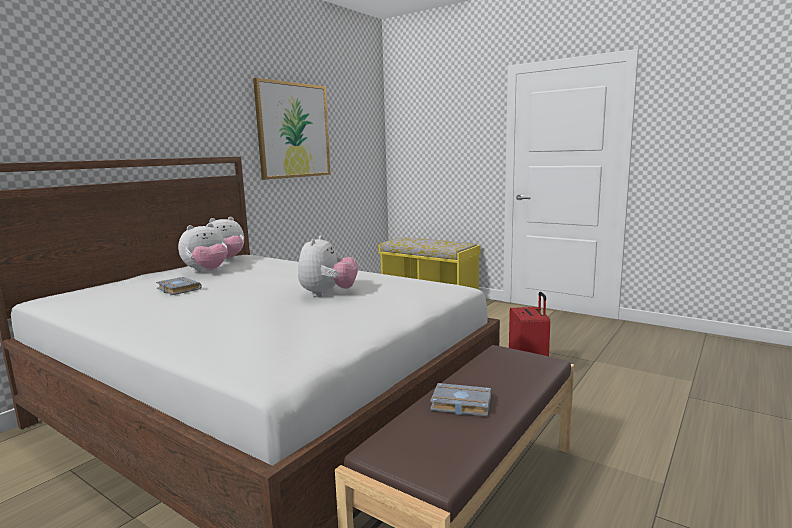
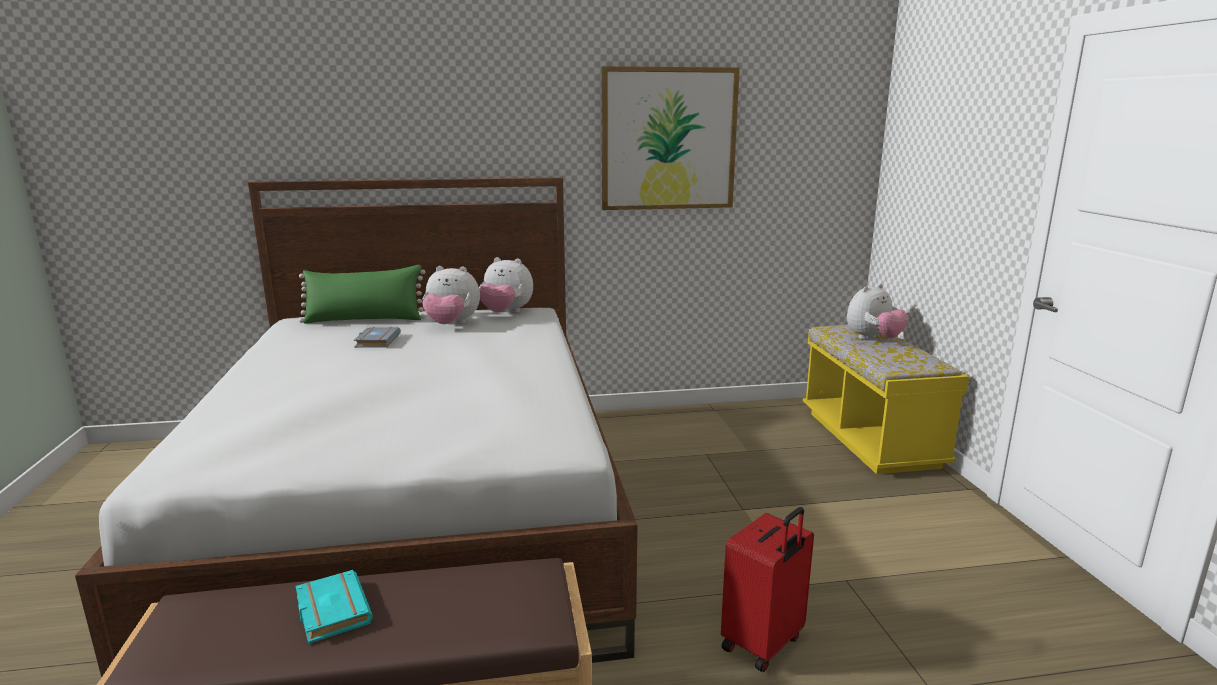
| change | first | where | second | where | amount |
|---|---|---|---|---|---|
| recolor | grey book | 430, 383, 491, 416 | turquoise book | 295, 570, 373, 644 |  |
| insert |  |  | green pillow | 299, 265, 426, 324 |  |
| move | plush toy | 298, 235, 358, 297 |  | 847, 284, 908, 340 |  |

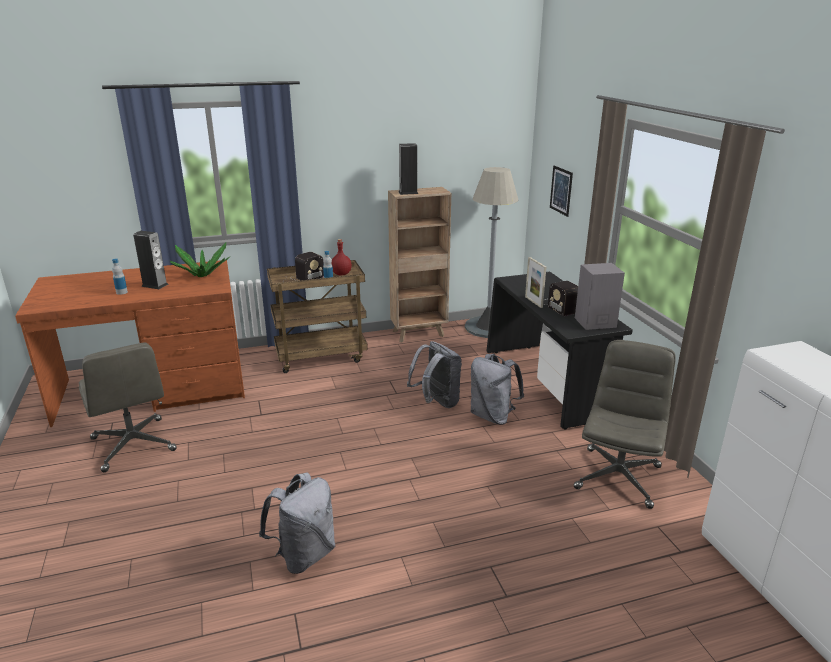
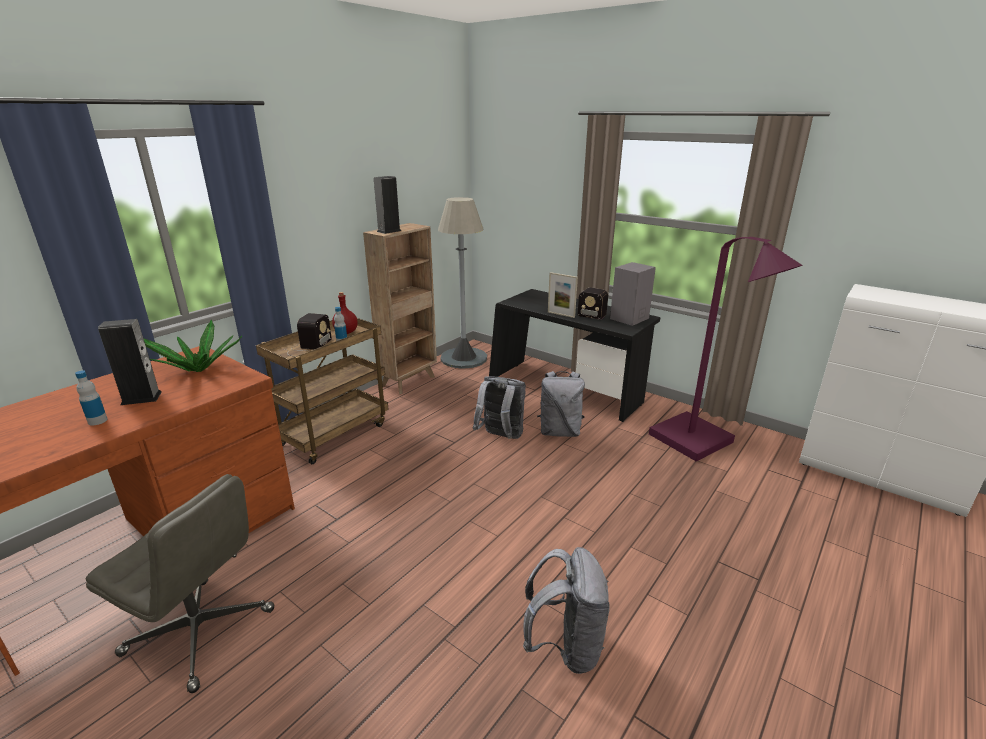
| change | first | where | second | where | amount |
|---|---|---|---|---|---|
| replace | grey office chair | 574, 340, 676, 509 | purple floor lamp | 649, 237, 803, 462 |  |
| delete | picture | 550, 165, 573, 217 |  |  |  |

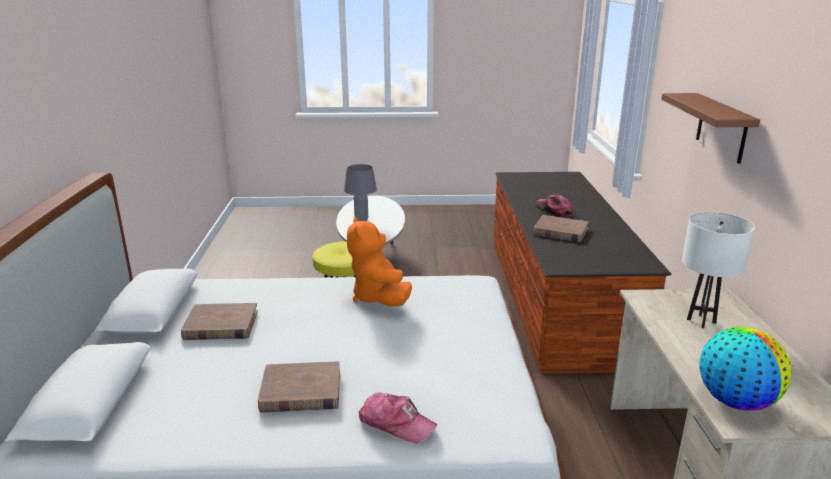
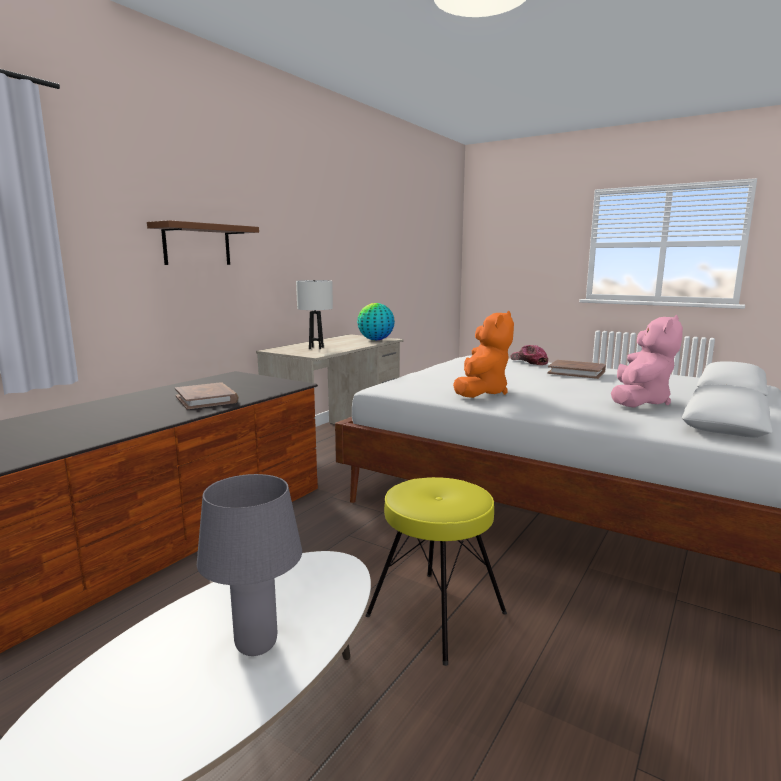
| change | first | where | second | where | amount |
|---|---|---|---|---|---|
| replace | brown book | 181, 303, 258, 340 | pink plush toy | 611, 315, 683, 408 |  |
| delete | cap | 536, 195, 573, 218 |  |  |  |

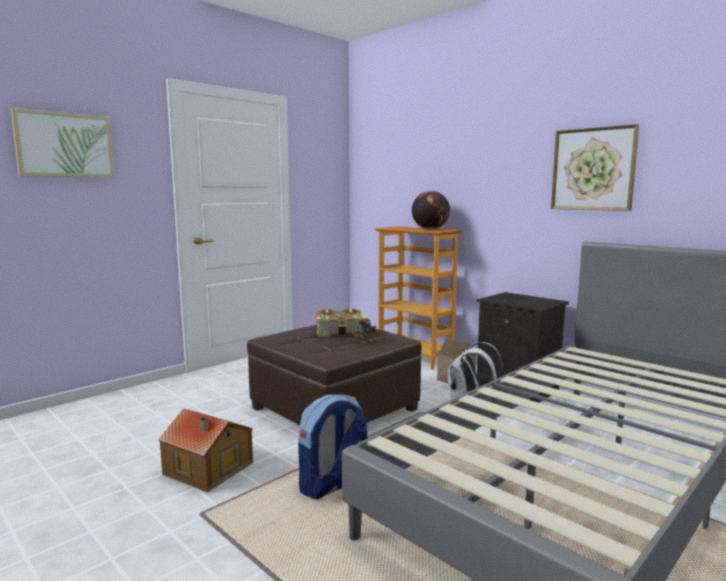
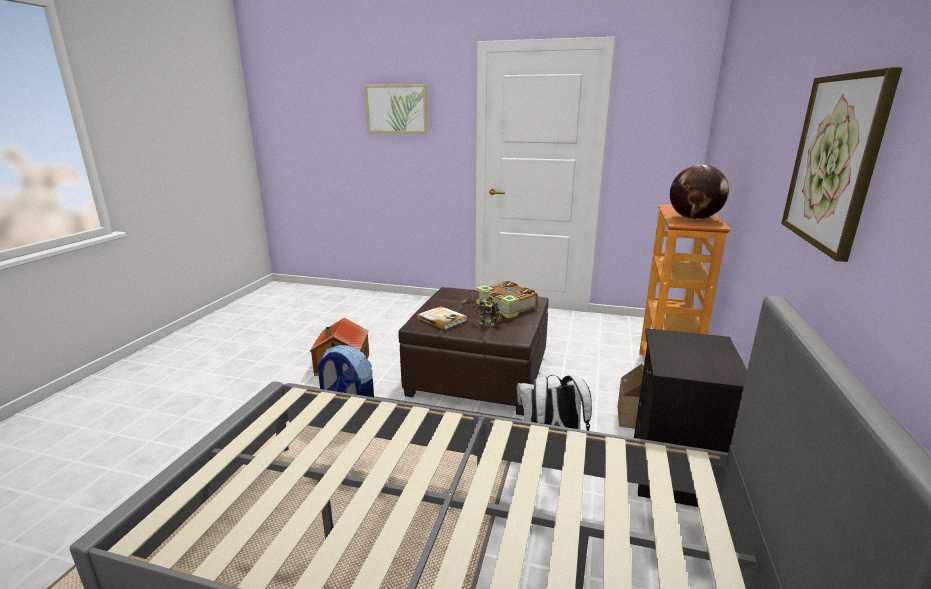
| change | first | where | second | where | amount |
|---|---|---|---|---|---|
| insert |  |  | book | 417, 306, 467, 330 |  |

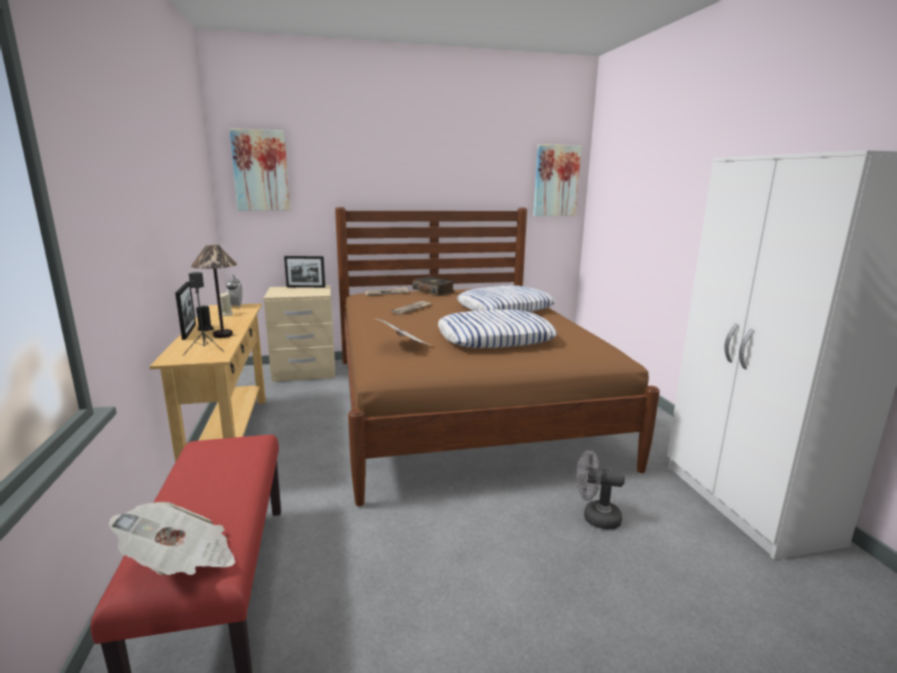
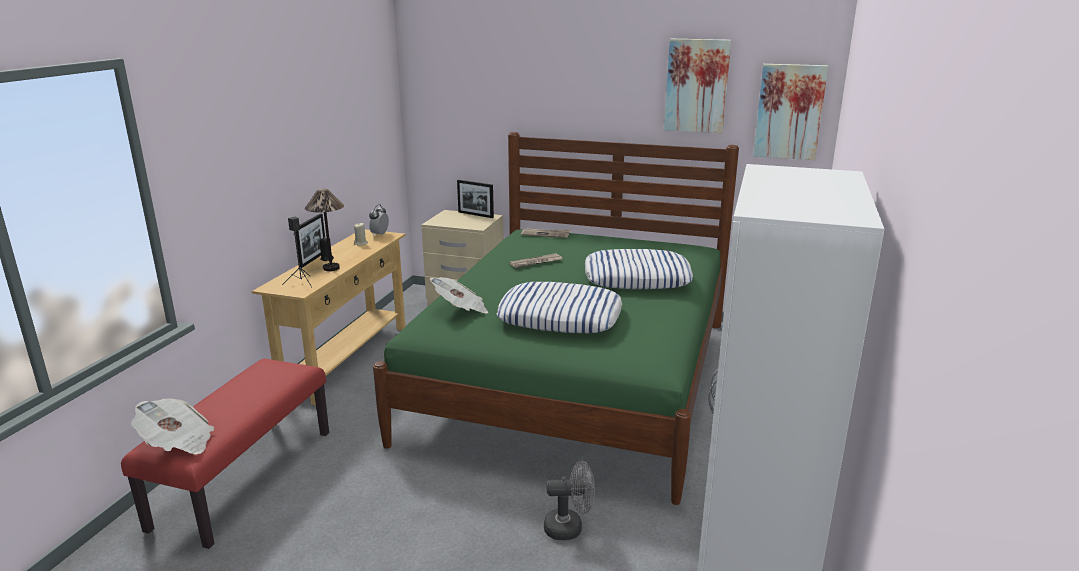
| change | first | where | second | where | amount |
|---|---|---|---|---|---|
| recolor | brown bed | 335, 207, 660, 506 | green bed | 373, 132, 739, 505 |  |
| rotate | grey fan | 576, 450, 625, 530 |  | 544, 461, 595, 540 | 135 degrees clockwise |
| move | picture | 229, 129, 290, 211 |  | 664, 39, 731, 133 |  |
| delete | book | 412, 276, 455, 296 |  |  |  |

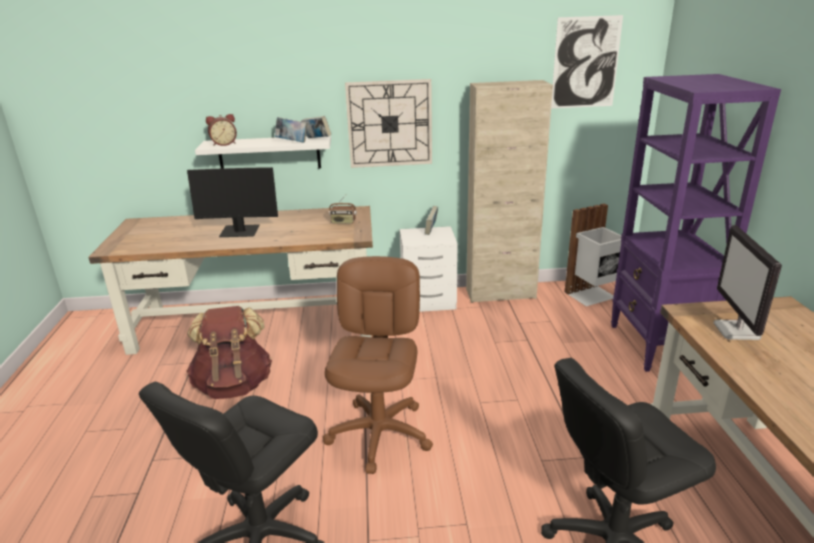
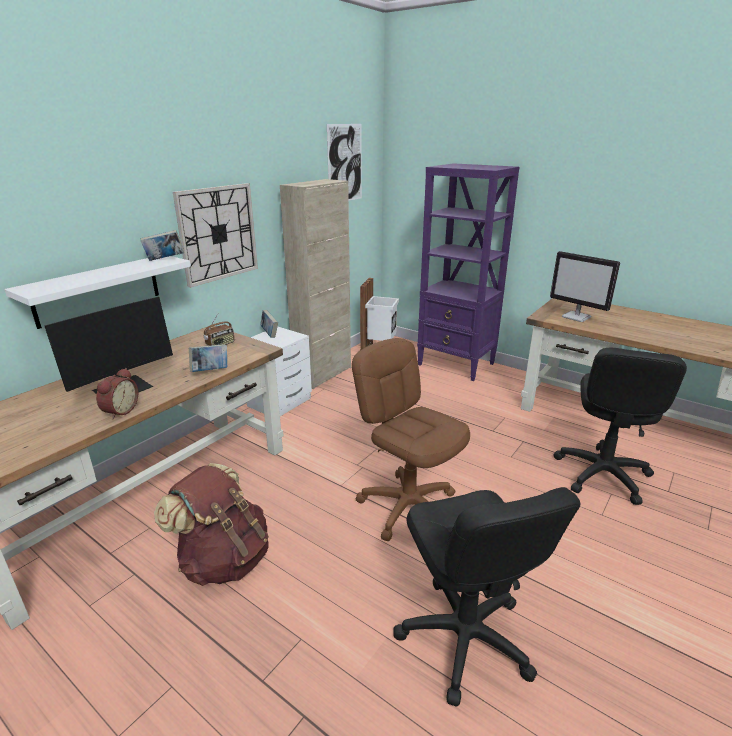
| change | first | where | second | where | amount |
|---|---|---|---|---|---|
| move | alarm clock | 206, 114, 237, 146 |  | 96, 368, 138, 419 |  |
| move | book | 275, 117, 307, 143 |  | 189, 344, 227, 372 |  |

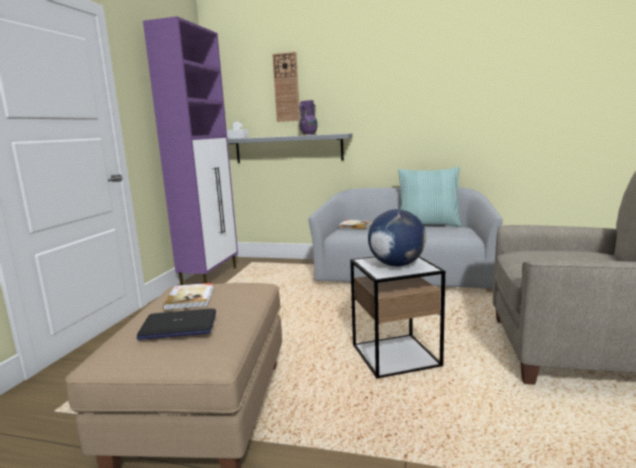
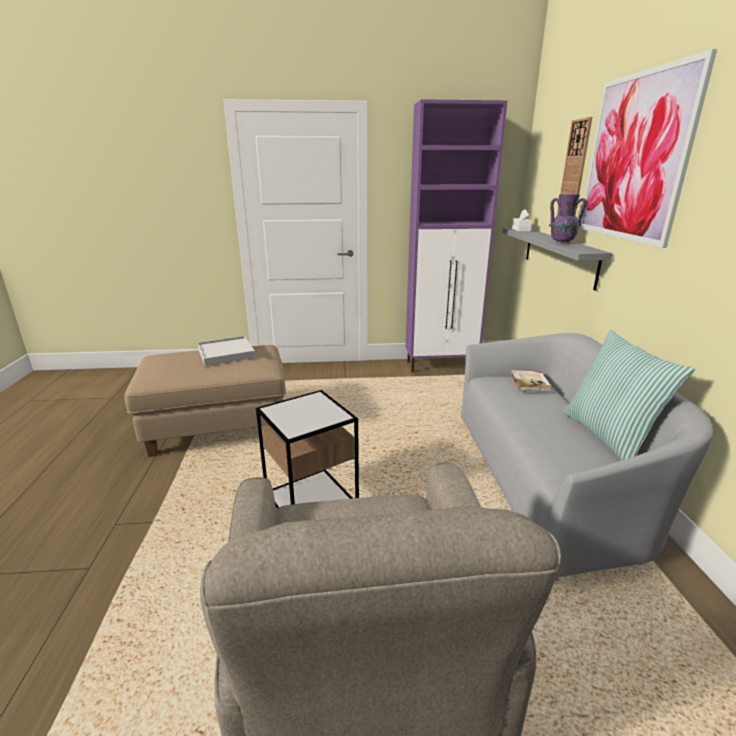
| change | first | where | second | where | amount |
|---|---|---|---|---|---|
| replace | book | 163, 283, 214, 311 | white tray | 197, 336, 255, 366 |  |
| insert |  |  | picture | 579, 49, 717, 248 |  |
| delete | laptop | 136, 309, 216, 340 |  |  |  |
| delete | globe | 368, 209, 426, 267 |  |  |  |

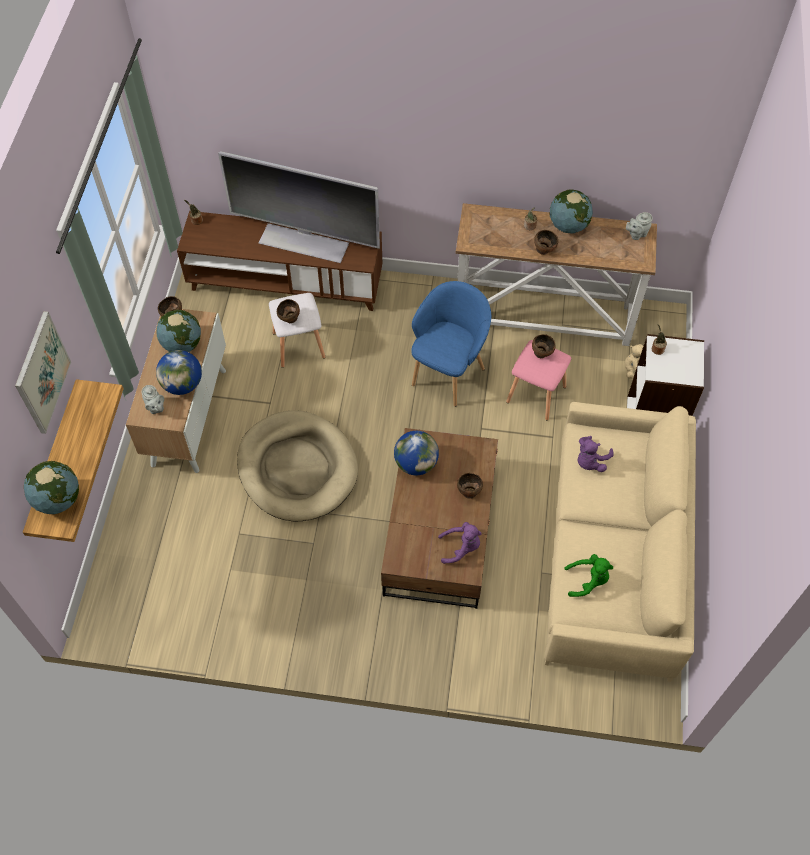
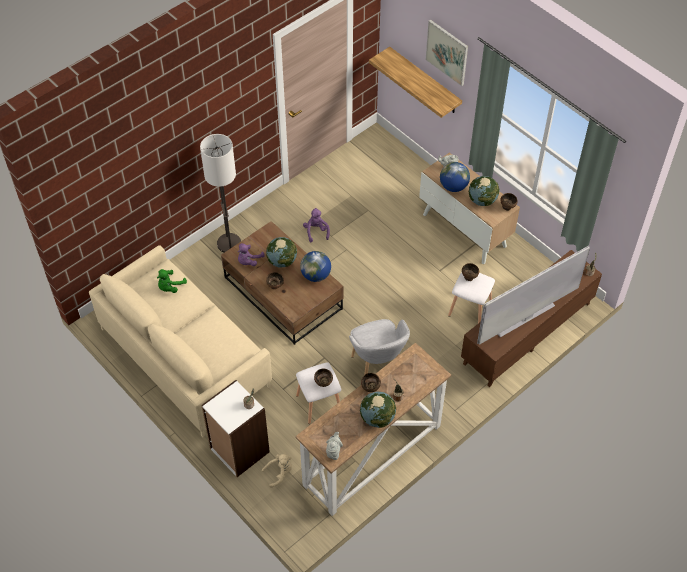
| change | first | where | second | where | amount |
|---|---|---|---|---|---|
| insert |  |  | floor lamp | 200, 134, 241, 253 |  |
| move | globe | 24, 461, 79, 514 |  | 266, 237, 297, 268 |  |
| recolor | pink stool | 506, 340, 571, 421 | white stool | 296, 362, 341, 424 |  |
| move | purple plush toy | 578, 436, 614, 472 |  | 303, 208, 330, 242 |  |
| recolor | blue armchair | 411, 281, 491, 407 | grey armchair | 349, 319, 410, 375 |  |
| delete | beige dog bed | 237, 410, 358, 521 |  |  |  |

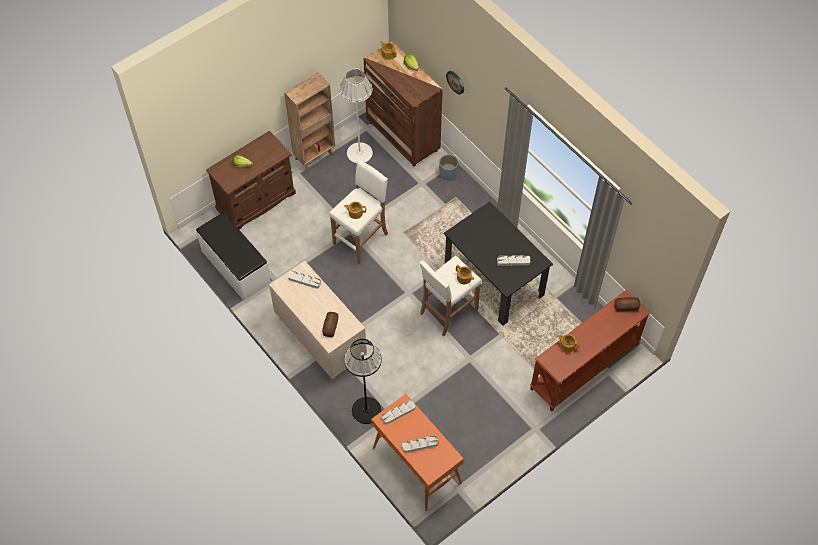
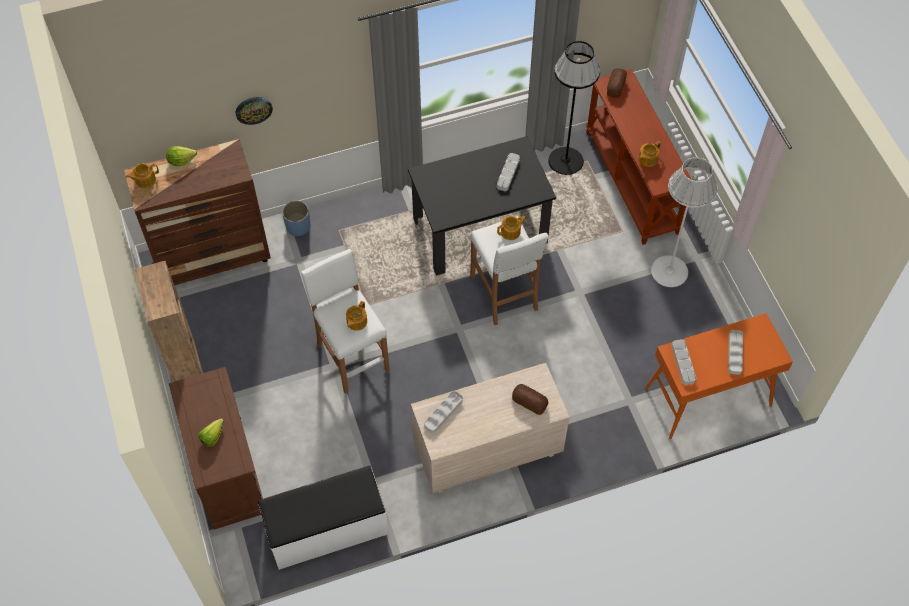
| change | first | where | second | where | amount |
|---|---|---|---|---|---|
| move | black floor lamp | 344, 339, 382, 424 |  | 548, 41, 600, 175 |  |
| move | white floor lamp | 340, 68, 373, 163 |  | 651, 157, 717, 287 |  |

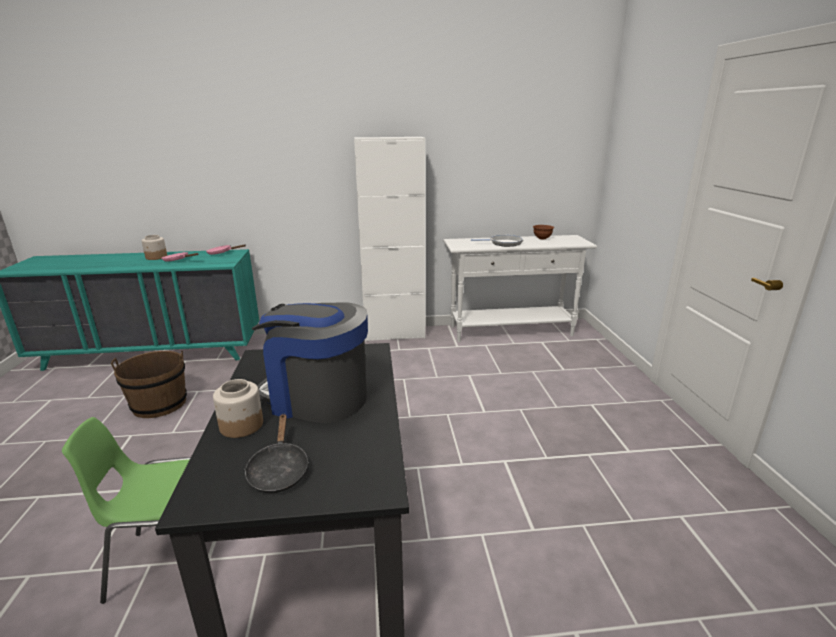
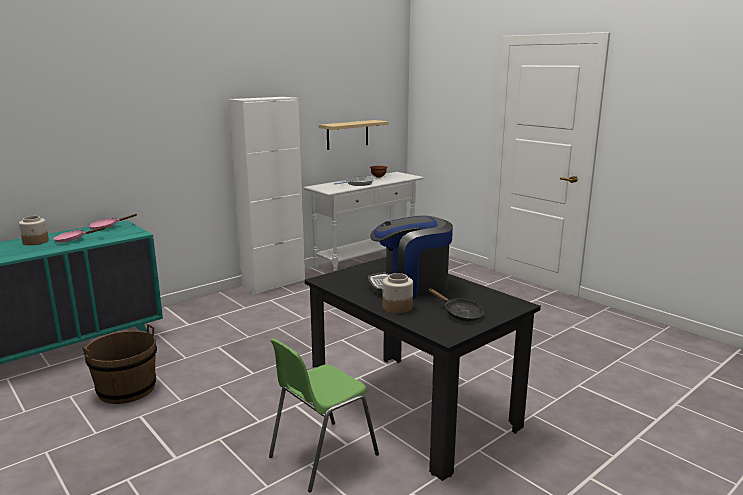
| change | first | where | second | where | amount |
|---|---|---|---|---|---|
| insert |  |  | shelf | 319, 120, 388, 150 |  |

